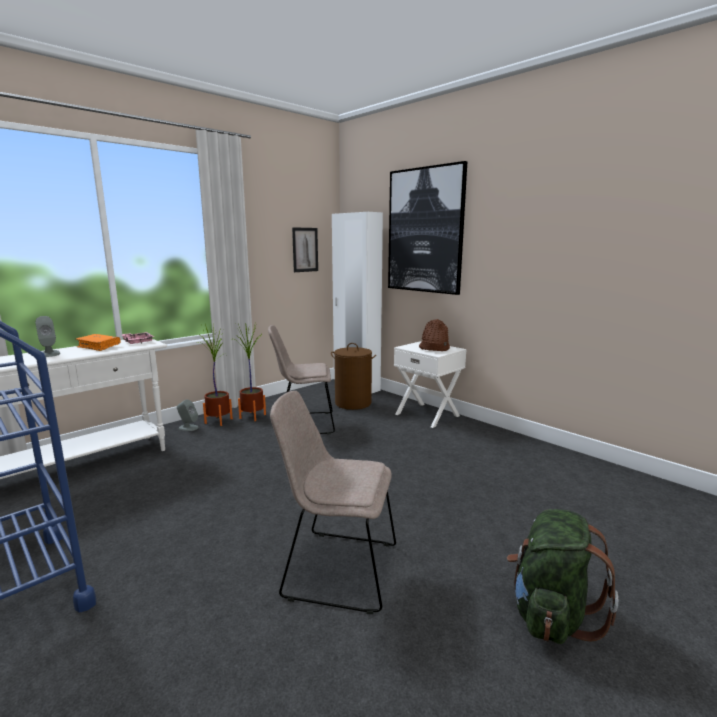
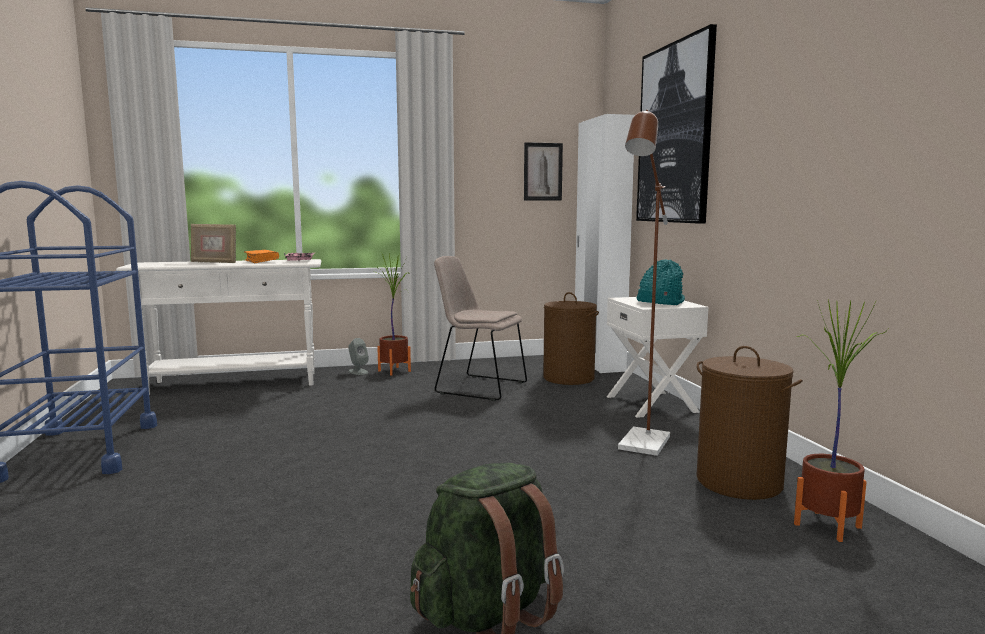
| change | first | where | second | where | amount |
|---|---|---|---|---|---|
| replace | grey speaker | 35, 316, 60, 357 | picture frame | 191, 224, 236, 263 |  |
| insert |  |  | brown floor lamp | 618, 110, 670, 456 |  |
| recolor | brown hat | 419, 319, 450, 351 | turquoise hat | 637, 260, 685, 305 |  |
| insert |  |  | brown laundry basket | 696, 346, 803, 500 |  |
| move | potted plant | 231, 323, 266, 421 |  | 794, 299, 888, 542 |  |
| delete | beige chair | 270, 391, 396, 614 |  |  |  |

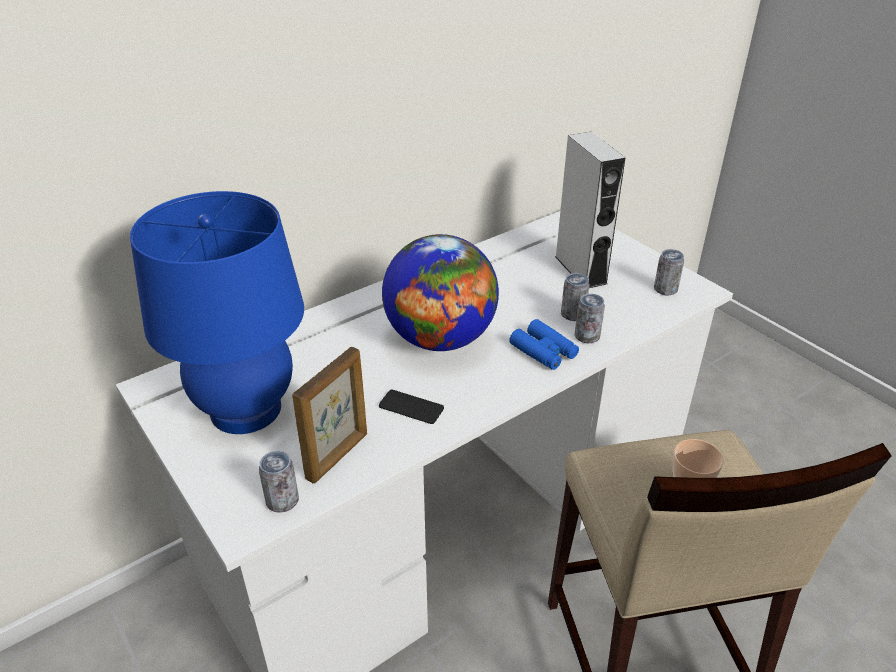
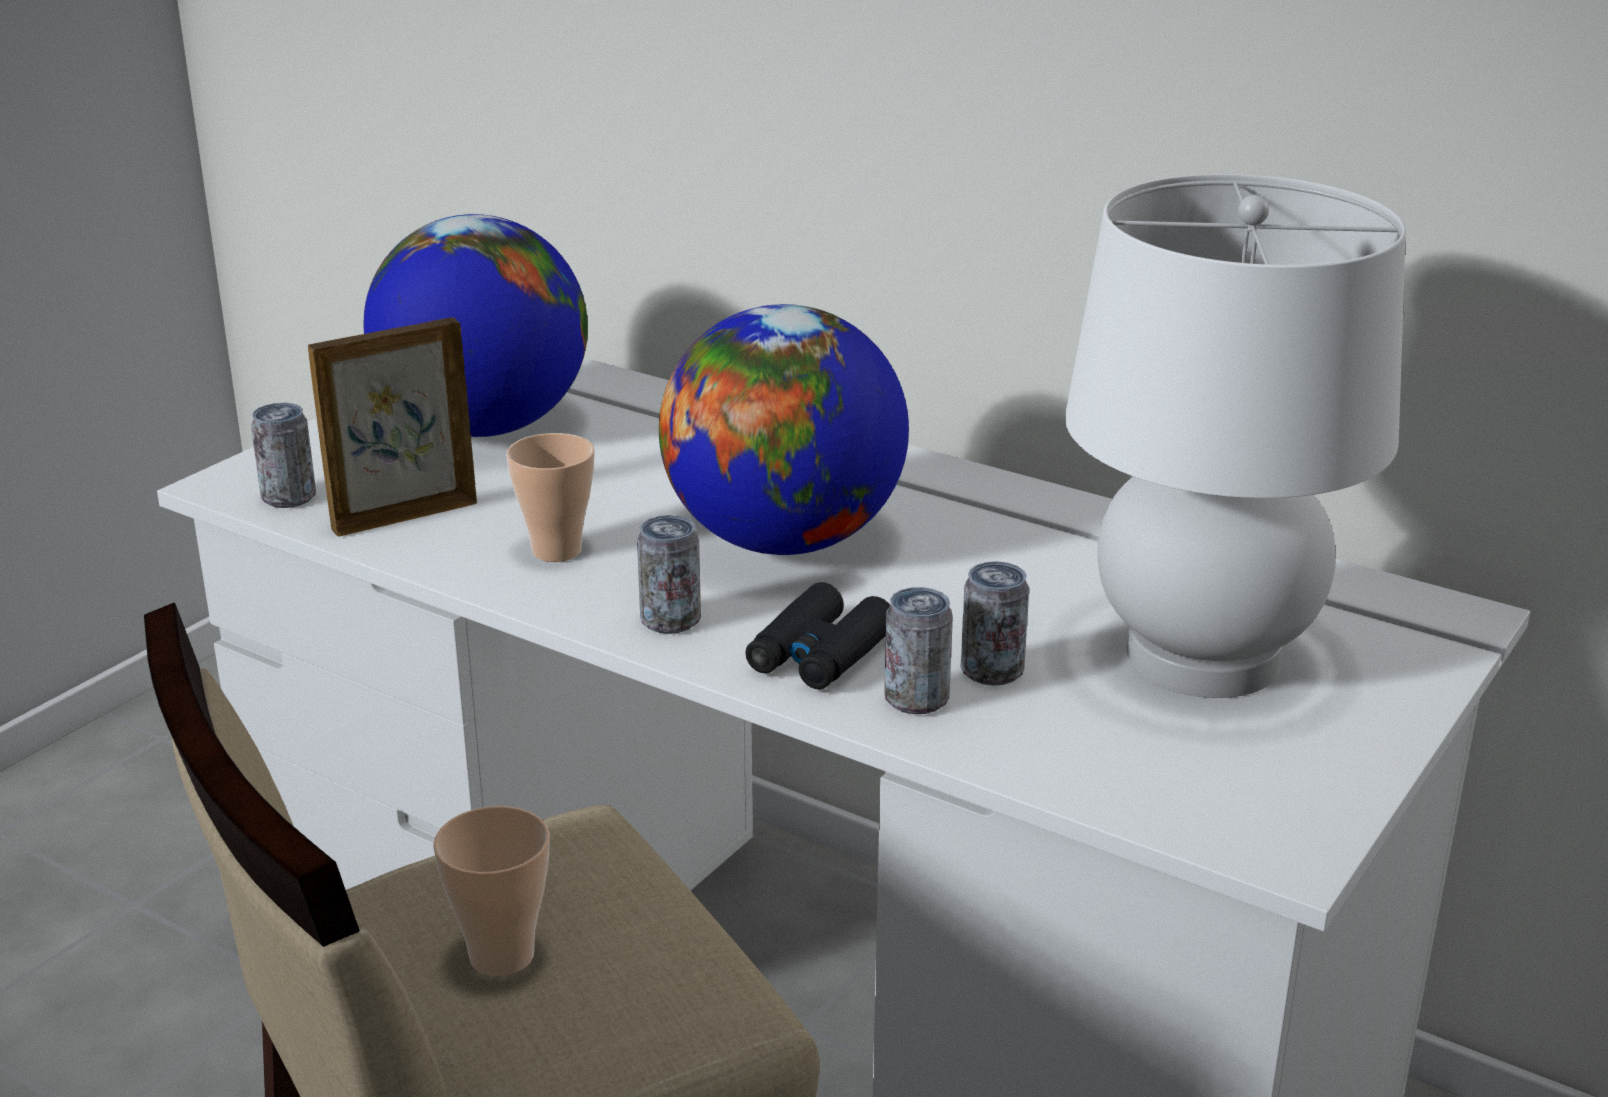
| change | first | where | second | where | amount |
|---|---|---|---|---|---|
| rotate | picture frame | 292, 347, 367, 483 |  | 308, 317, 477, 537 | 135 degrees clockwise |
| replace | blue table lamp | 130, 191, 304, 434 | globe | 363, 214, 588, 437 |  |
| replace | phone | 379, 390, 444, 424 | cup | 506, 433, 595, 562 |  |
| move | can | 654, 249, 684, 296 |  | 637, 515, 701, 634 |  |
| recolor | blue binoculars | 509, 319, 579, 370 | black binoculars | 745, 582, 890, 689 |  |
| replace | grey speaker | 555, 132, 625, 288 | white table lamp | 1065, 174, 1406, 698 |  |

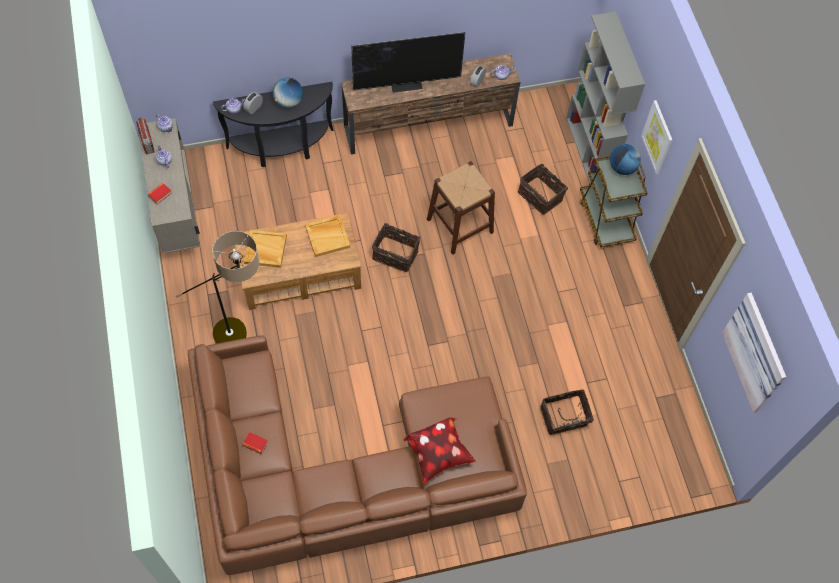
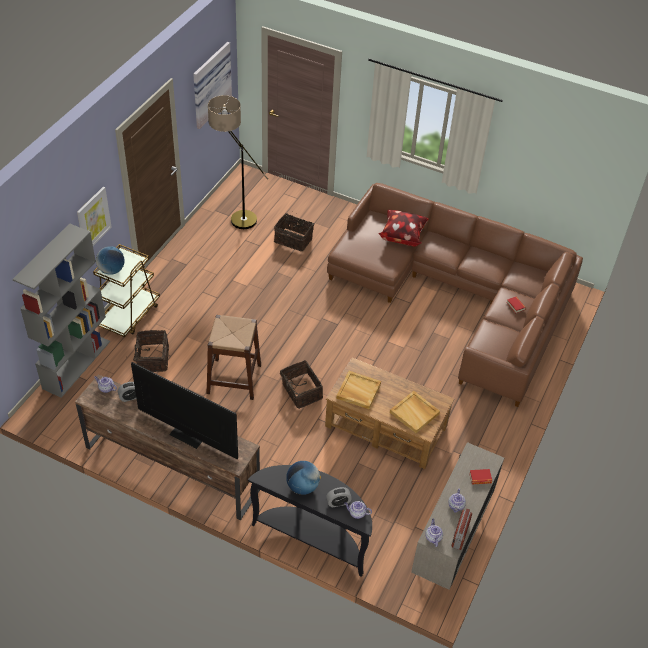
| change | first | where | second | where | amount |
|---|---|---|---|---|---|
| move | floor lamp | 176, 231, 260, 344 |  | 208, 95, 268, 229 |  |

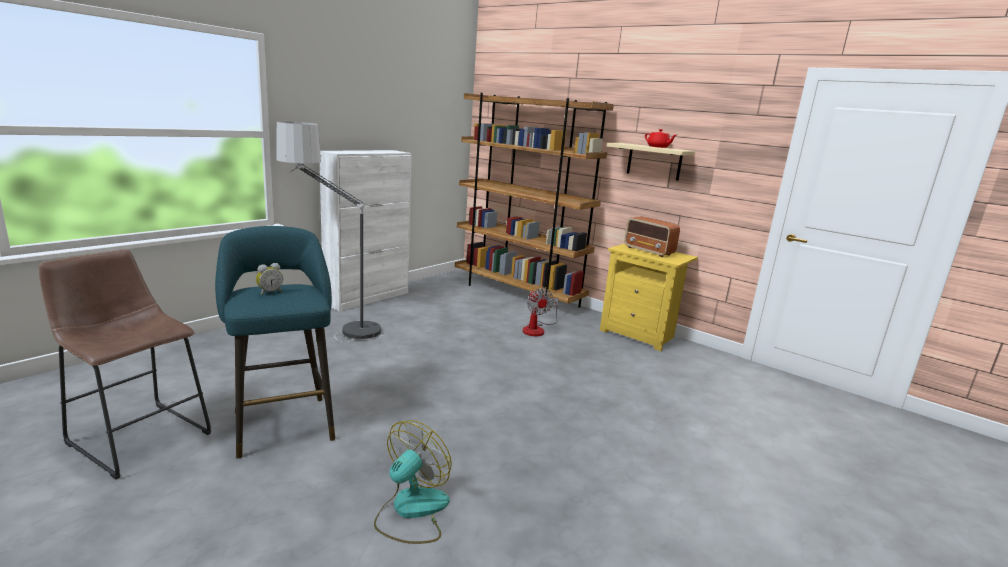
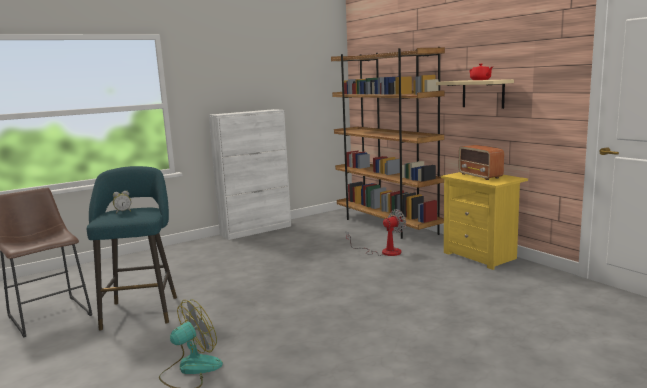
| change | first | where | second | where | amount |
|---|---|---|---|---|---|
| rotate | fan | 523, 288, 559, 336 |  | 346, 209, 406, 256 | 120 degrees counterclockwise |
| delete | floor lamp | 276, 121, 384, 342 |  |  |  |

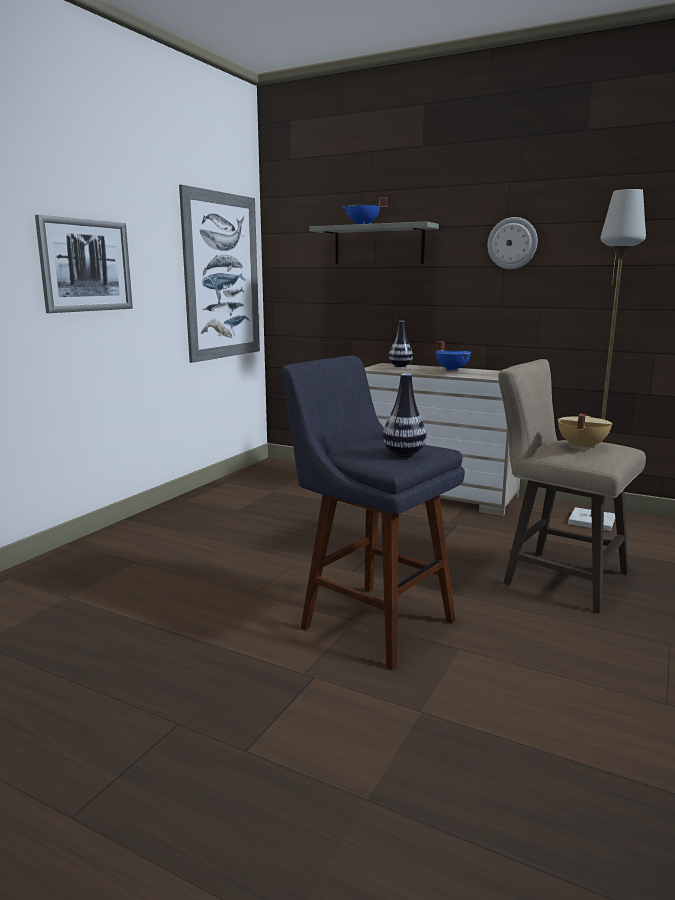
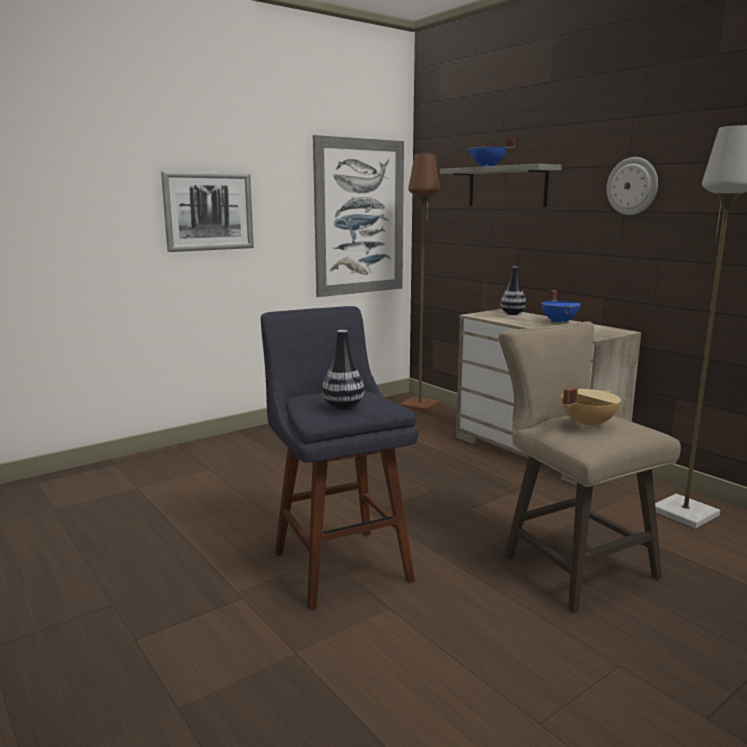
| change | first | where | second | where | amount |
|---|---|---|---|---|---|
| insert |  |  | brown floor lamp | 399, 154, 440, 413 |  |

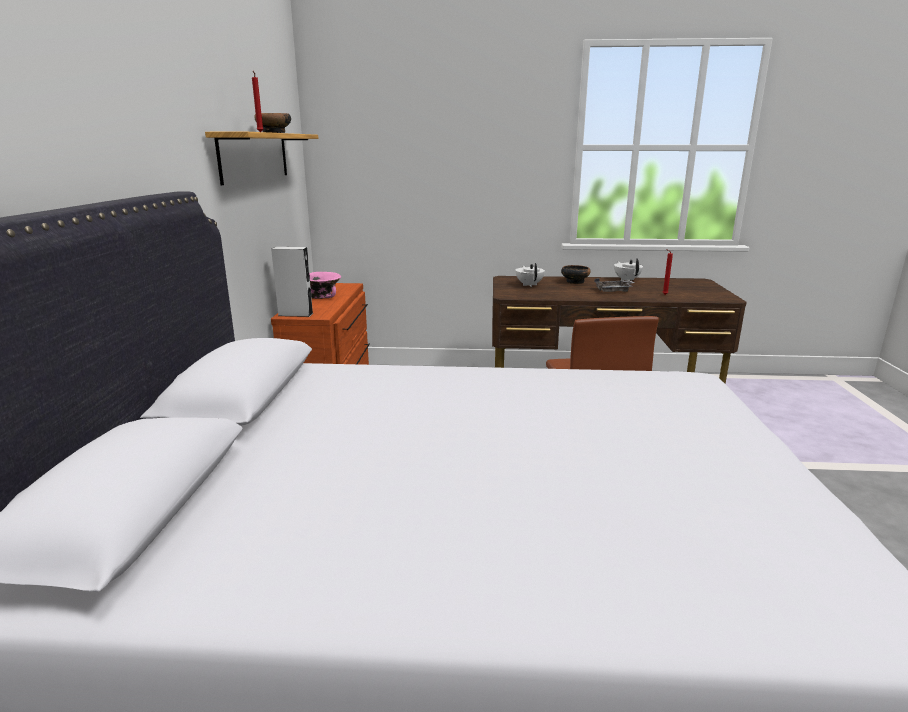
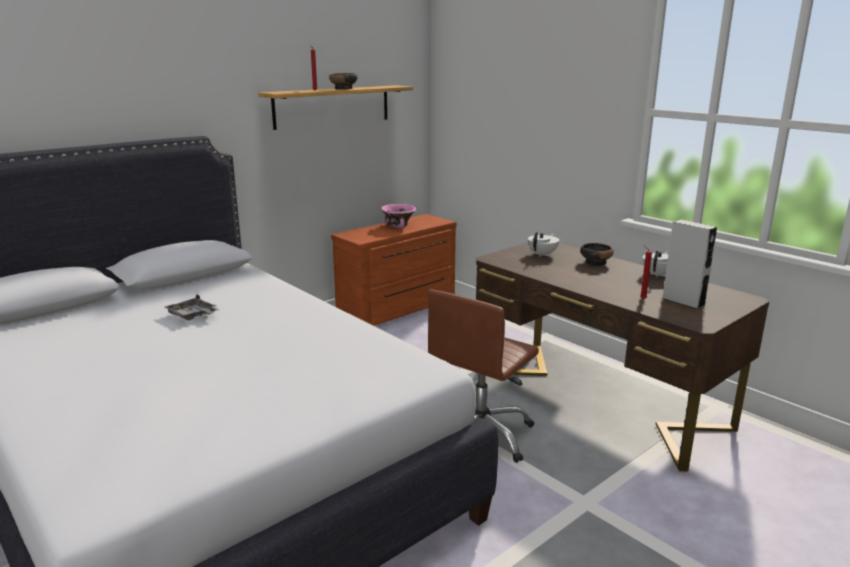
| change | first | where | second | where | amount |
|---|---|---|---|---|---|
| move | grey tray | 594, 278, 634, 292 |  | 164, 294, 220, 321 |  |
| move | grey speaker | 271, 247, 313, 317 |  | 662, 219, 717, 309 |  |

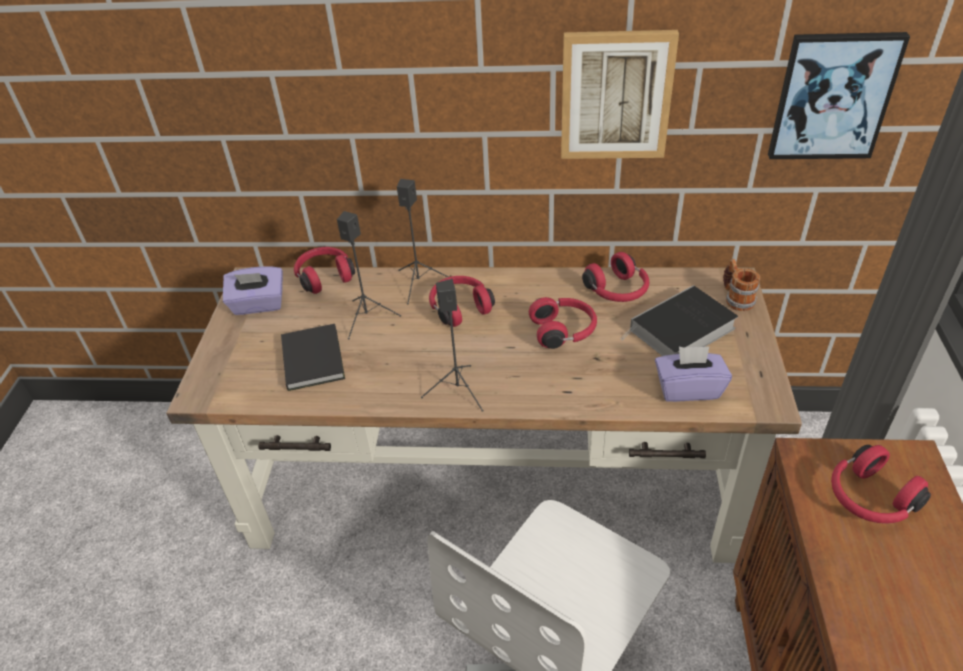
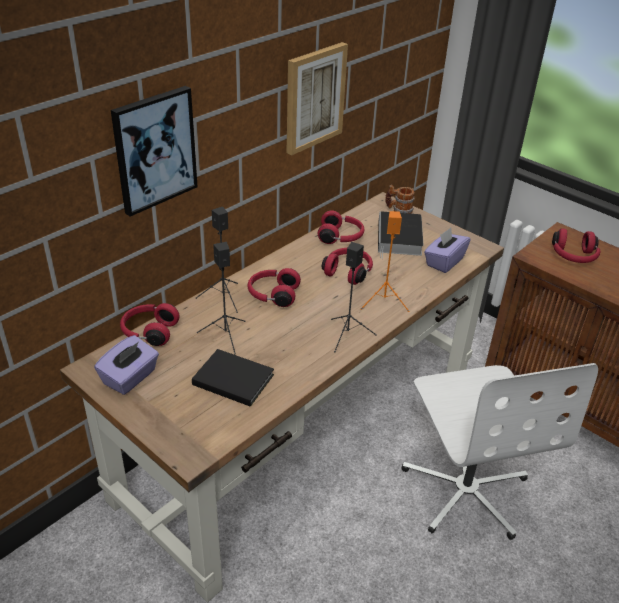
| change | first | where | second | where | amount |
|---|---|---|---|---|---|
| move | picture | 768, 32, 910, 159 |  | 111, 86, 198, 217 |  |
| insert |  |  | orange speaker | 361, 211, 409, 312 |  |

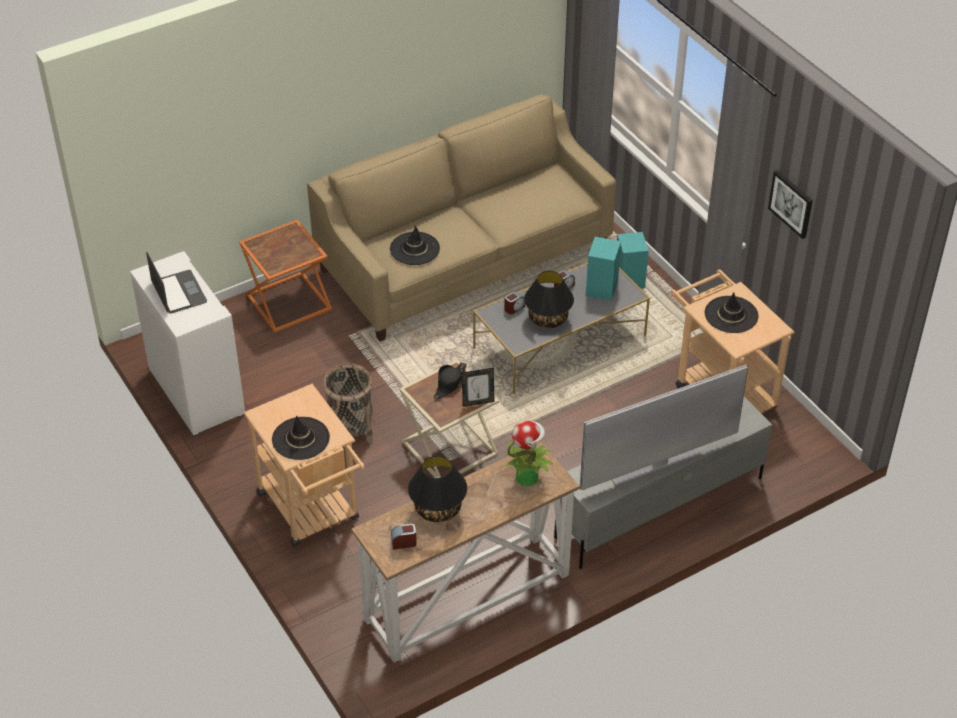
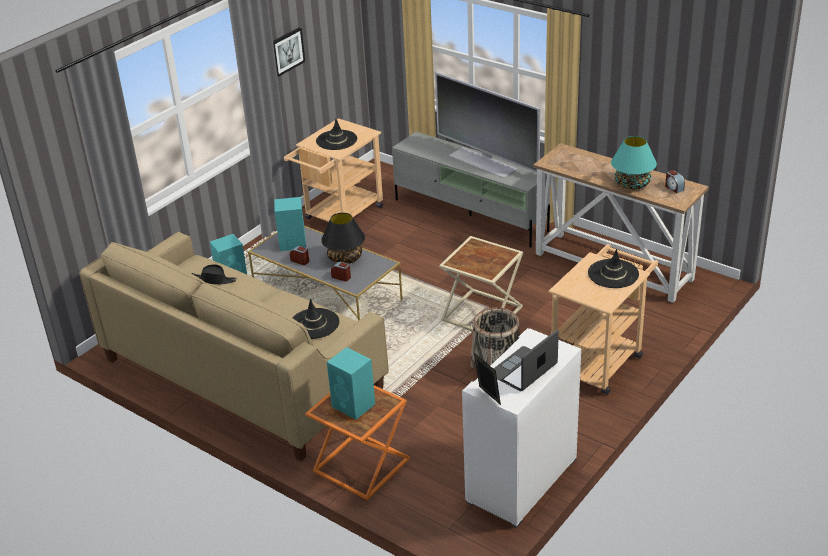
| change | first | where | second | where | amount |
|---|---|---|---|---|---|
| move | black hat | 433, 362, 467, 399 |  | 191, 264, 236, 284 |  |
| insert |  |  | turquoise speaker | 327, 347, 375, 420 |  |
| move | picture frame | 462, 368, 495, 407 |  | 474, 353, 501, 405 |  |
| recolor | black table lamp | 408, 456, 467, 522 | turquoise table lamp | 611, 136, 657, 189 |  |
| delete | potted plant | 504, 421, 553, 486 |  |  |  |

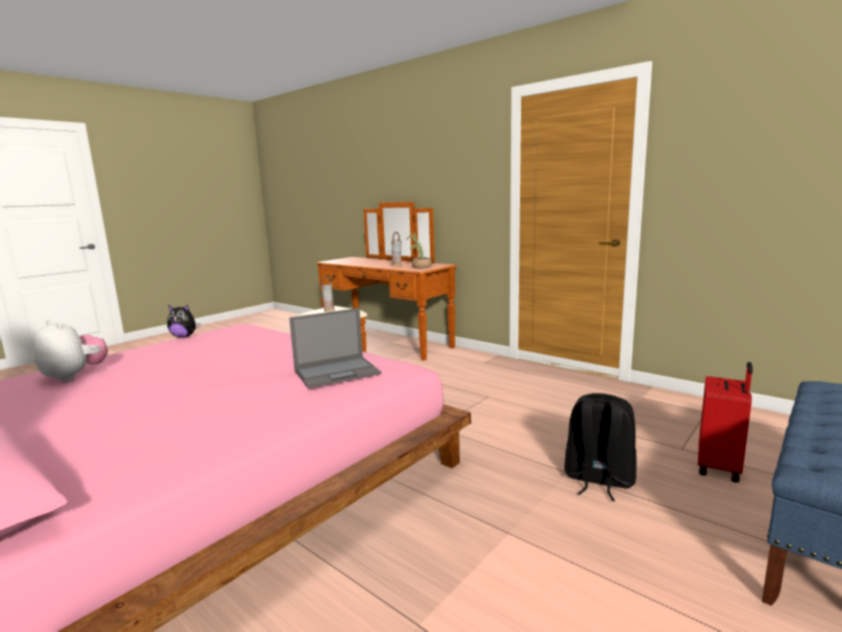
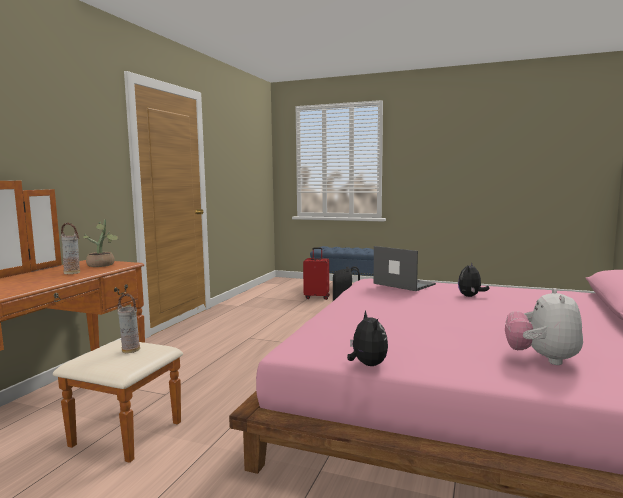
| change | first | where | second | where | amount |
|---|---|---|---|---|---|
| insert |  |  | plush toy | 458, 262, 490, 297 |  |

